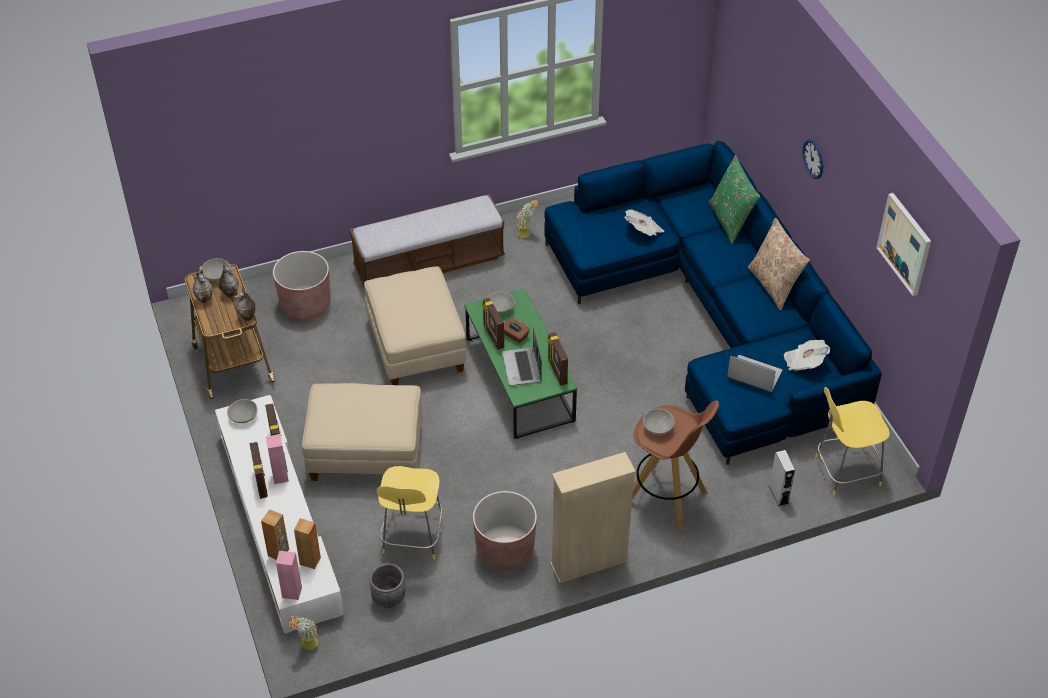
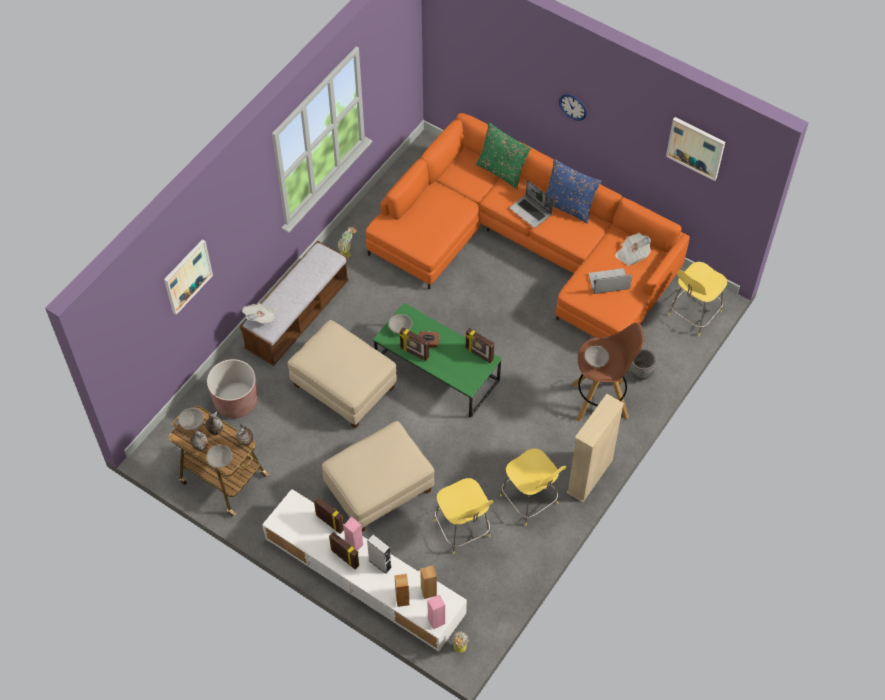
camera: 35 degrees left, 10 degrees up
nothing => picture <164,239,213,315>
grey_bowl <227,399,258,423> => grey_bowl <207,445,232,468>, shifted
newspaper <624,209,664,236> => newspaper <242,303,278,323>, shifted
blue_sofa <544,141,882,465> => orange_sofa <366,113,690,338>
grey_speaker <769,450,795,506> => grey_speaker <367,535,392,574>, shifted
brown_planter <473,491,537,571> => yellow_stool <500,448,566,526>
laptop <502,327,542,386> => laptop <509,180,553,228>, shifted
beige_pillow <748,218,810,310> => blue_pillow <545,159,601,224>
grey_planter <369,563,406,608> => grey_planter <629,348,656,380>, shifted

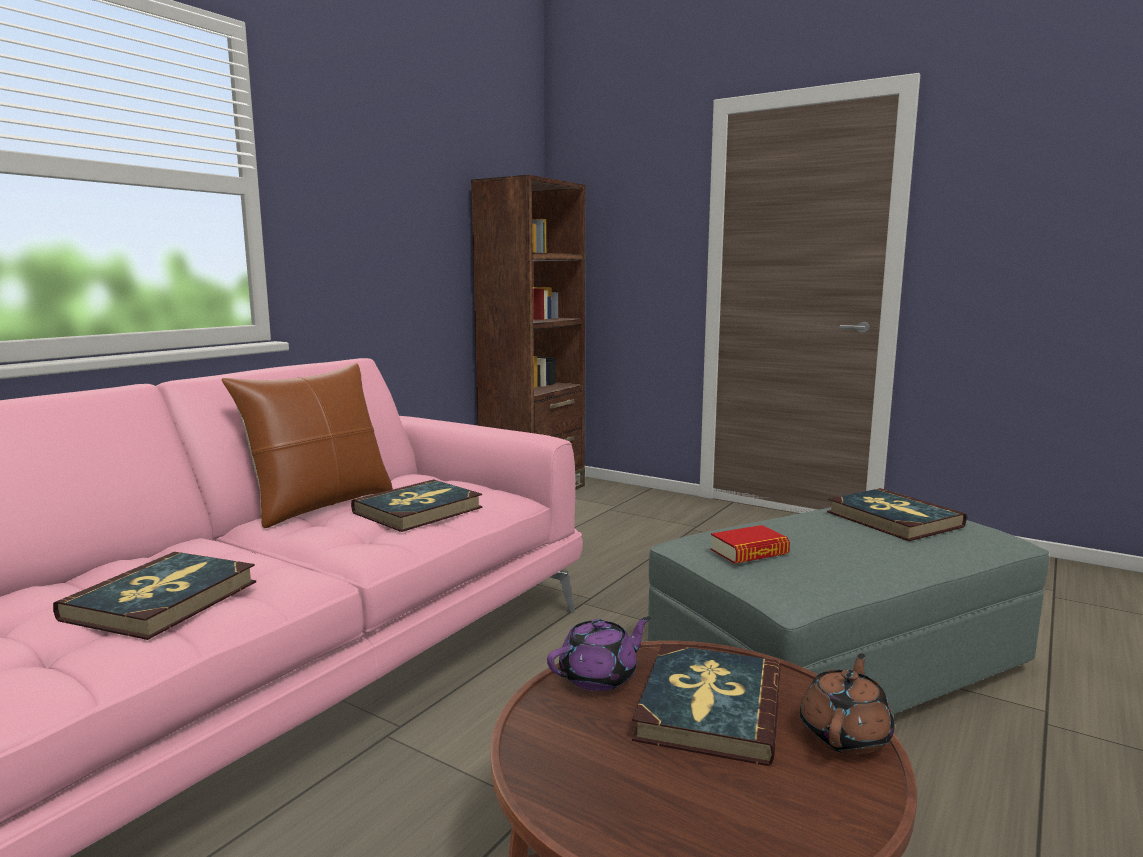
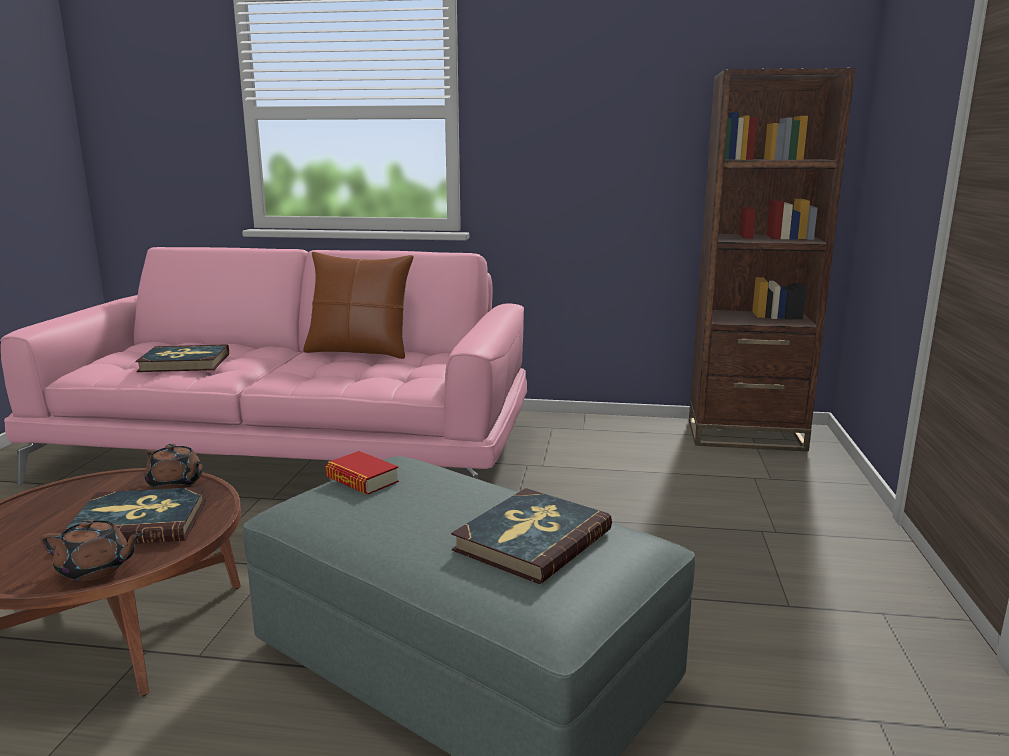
camera: 65 degrees right, 5 degrees up
purple_teapot <547,616,651,691> => brown_teapot <145,444,203,489>
book <351,479,483,532> => nothing

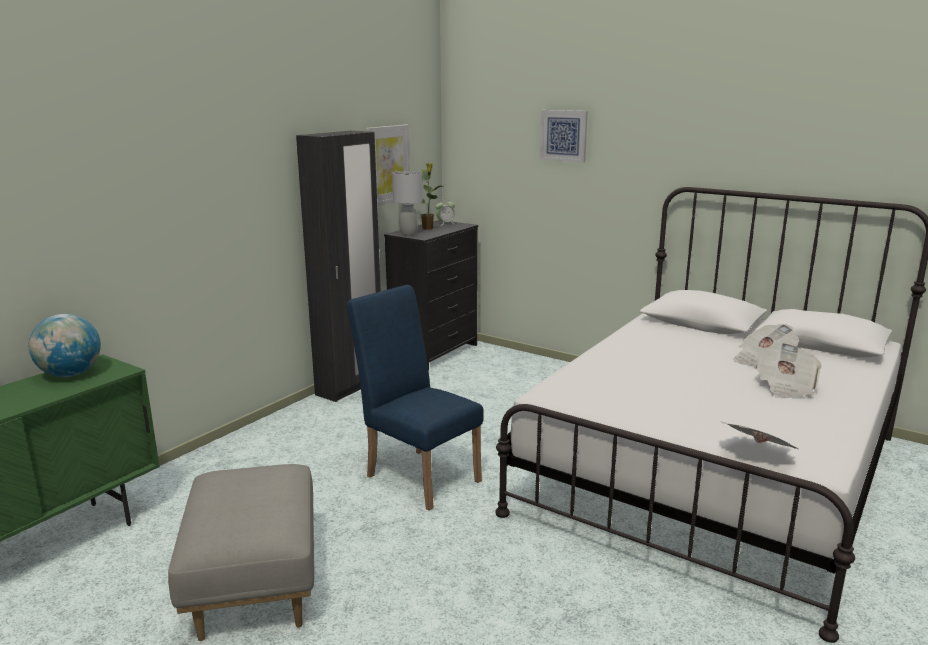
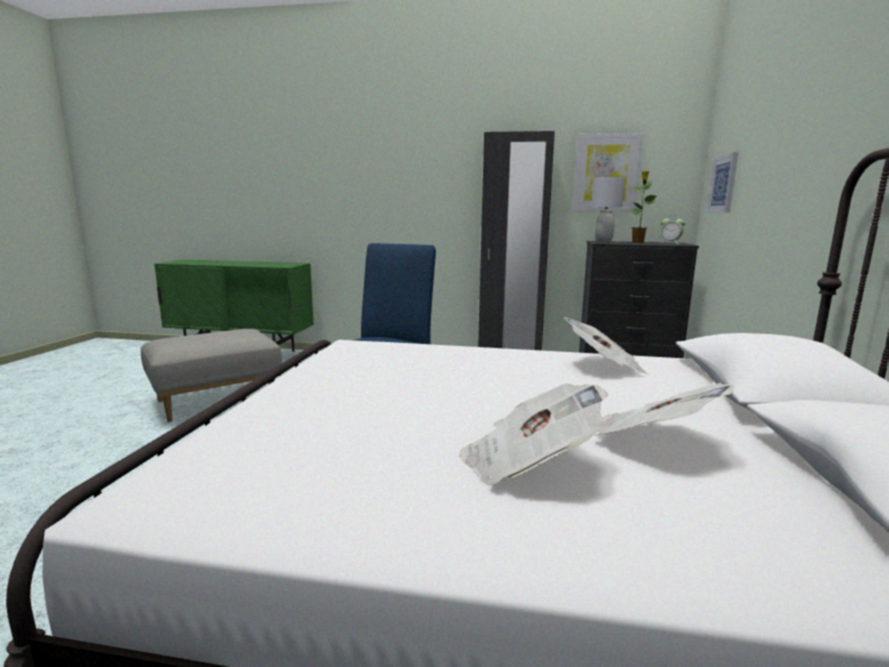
camera: 65 degrees right, 5 degrees down
newspaper <721,422,798,449> => newspaper <564,317,649,375>, shifted
picture <540,110,588,163> => picture <706,152,738,213>, shifted
globe <29,314,101,377> => nothing

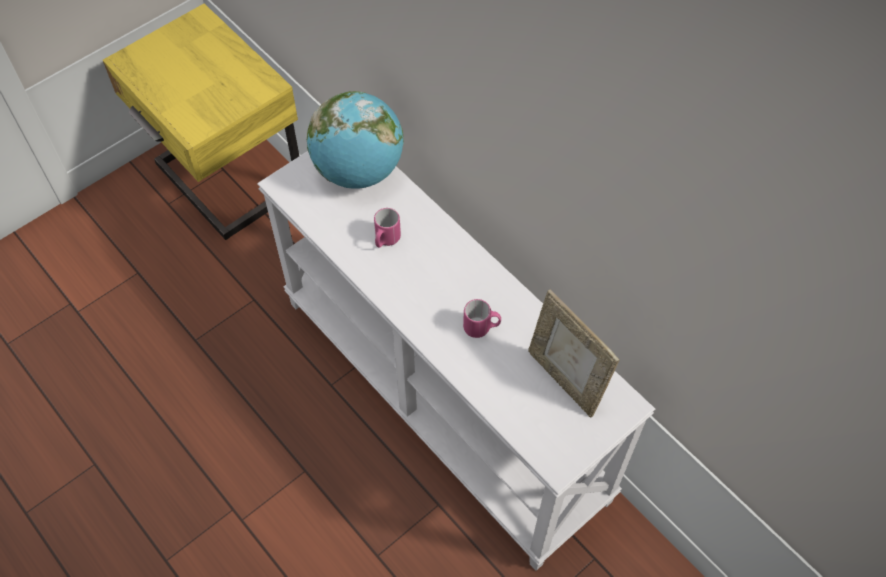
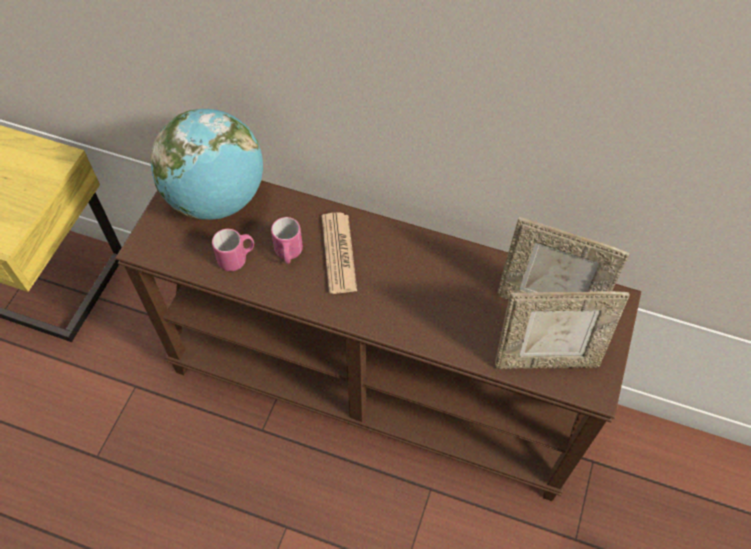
camera: 30 degrees left, 0 degrees up
white_console_table <257,151,655,571> => brown_console_table <115,180,641,501>
pink_mug <463,299,501,338> => pink_mug <212,229,254,271>, shifted
nothing => newspaper <322,213,357,294>
nothing => picture_frame <495,291,630,369>

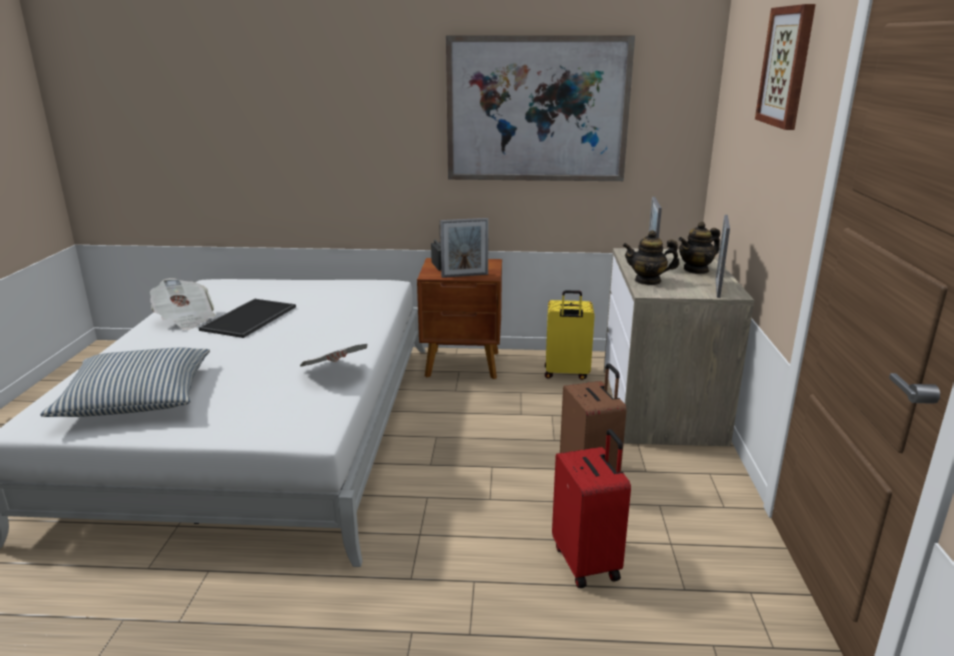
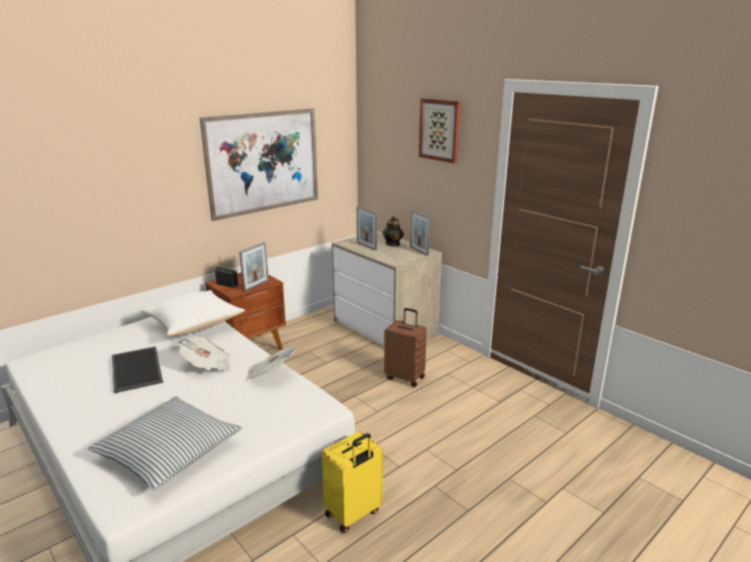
camera: 45 degrees left, 0 degrees up
nothing => white_pillow <141,290,245,336>
newspaper <150,278,216,330> => newspaper <177,336,230,372>, shifted
yellow_suitcase <545,290,595,380> => yellow_suitcase <322,431,383,533>, shifted
red_suitcase <552,429,631,588> => nothing
teapot <623,230,679,285> => nothing

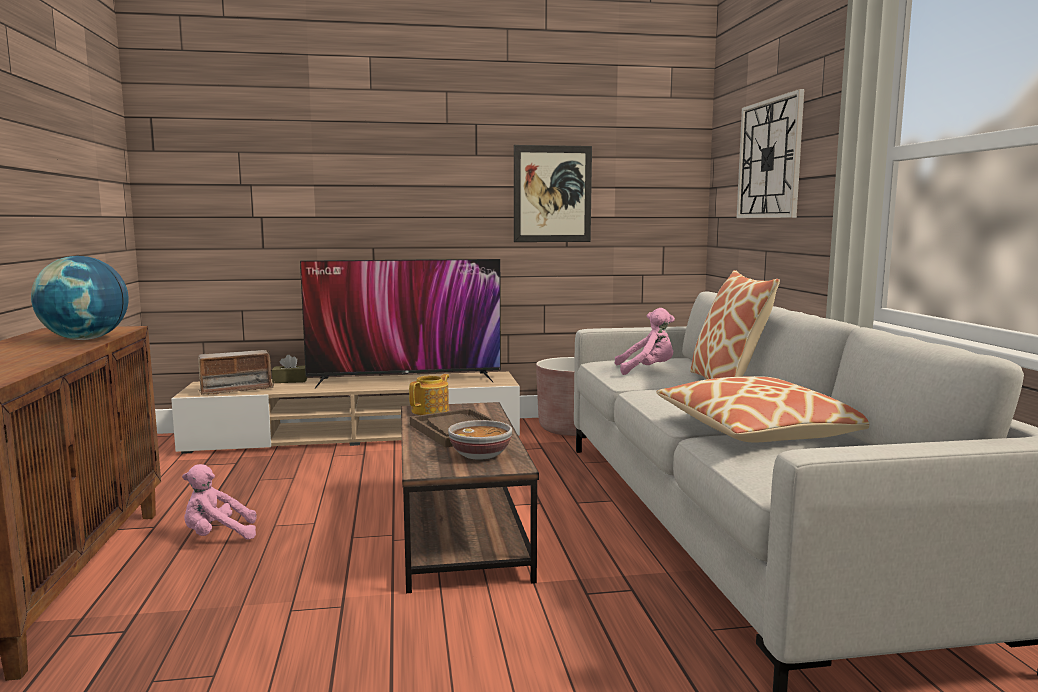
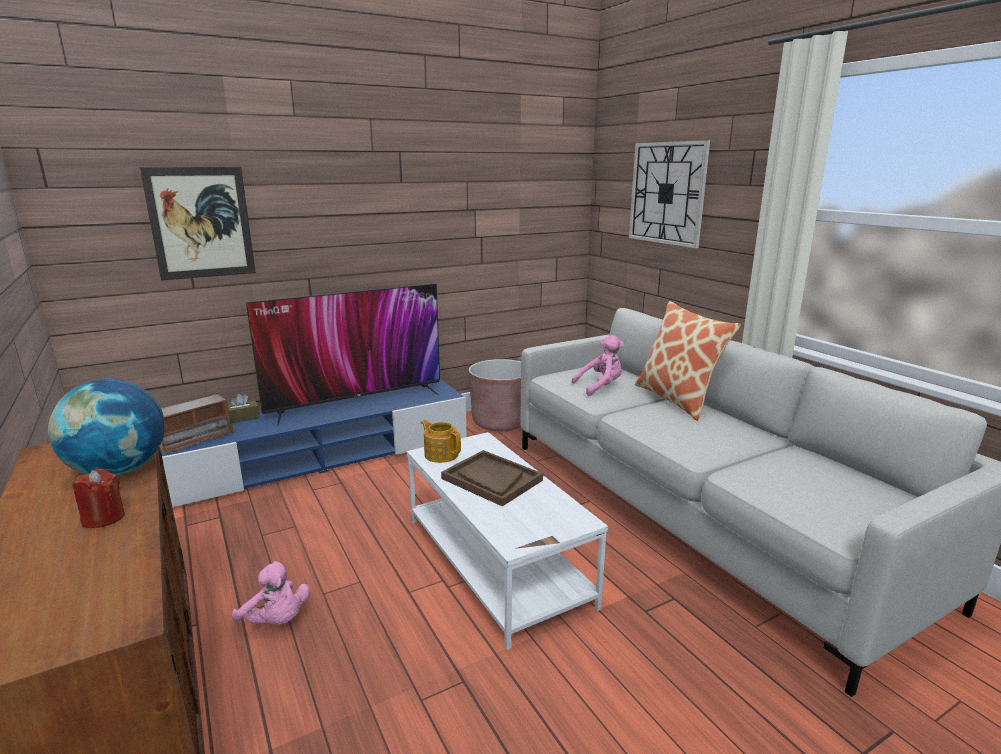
camera: 20 degrees left, 10 degrees up
nothing => red_candle <73,469,125,528>
picture <514,145,592,242> => picture <140,167,256,280>, shifted
beige_tv_stand <171,372,520,454> => blue_tv_stand <161,379,467,507>
pink_plush_toy <182,464,256,540> => pink_plush_toy <232,561,310,625>, 105 degrees counterclockwise
brown_coffee_table <401,402,539,593> => white_coffee_table <407,432,609,650>
teapot <409,374,449,415> => teapot <421,420,461,463>, 60 degrees counterclockwise
bowl <448,420,512,460> => nothing
pillow <656,376,869,442> => nothing

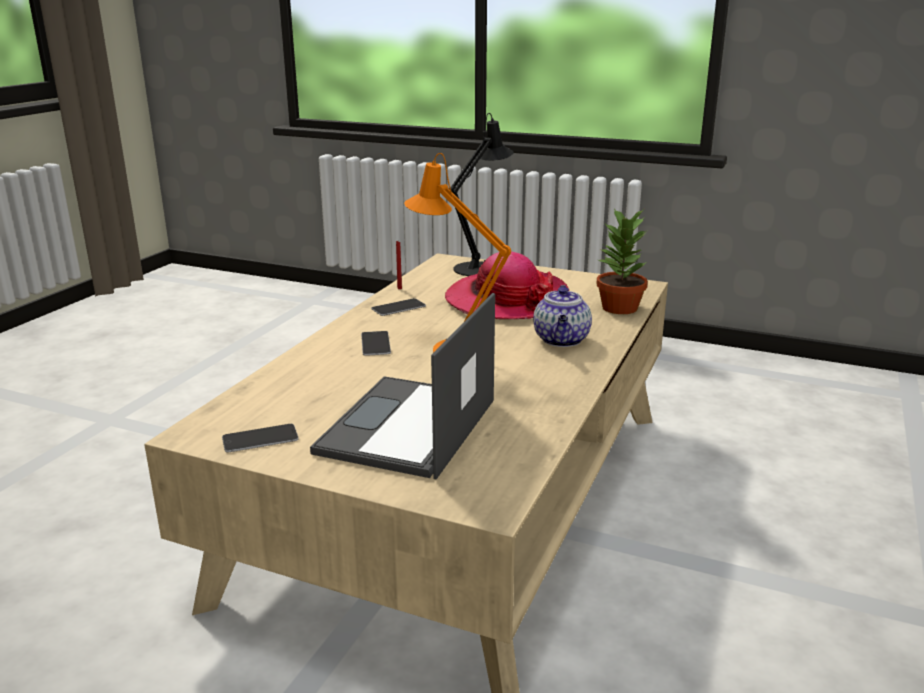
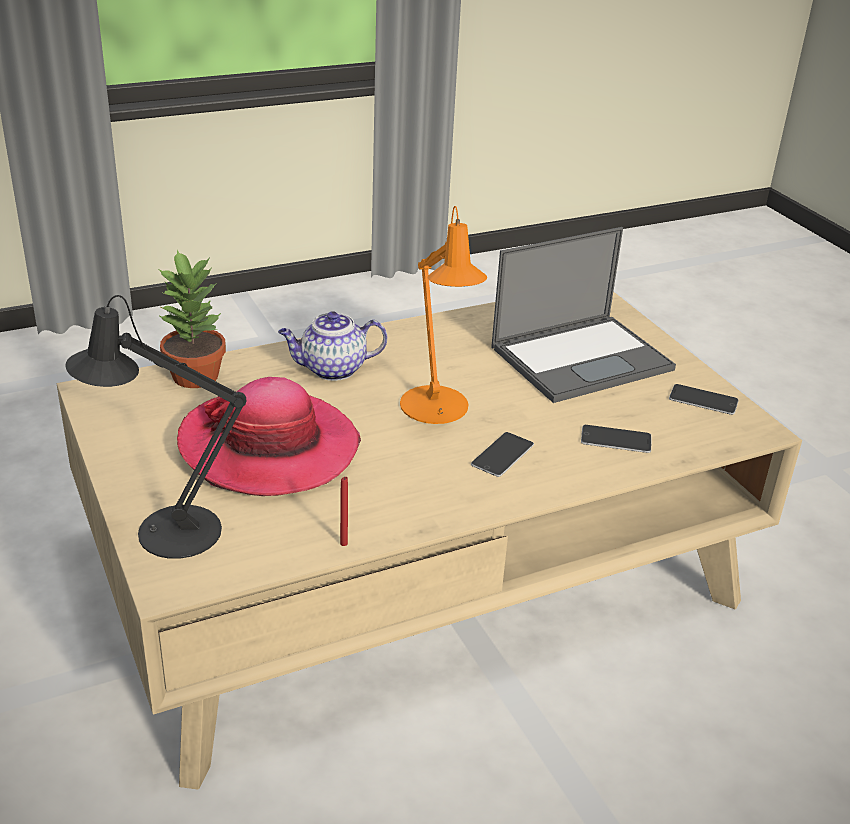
camera: 140 degrees left, 10 degrees up
teapot <533,285,592,347> => teapot <278,311,387,381>, 150 degrees counterclockwise
phone <371,298,426,316> => phone <581,425,651,453>, shifted

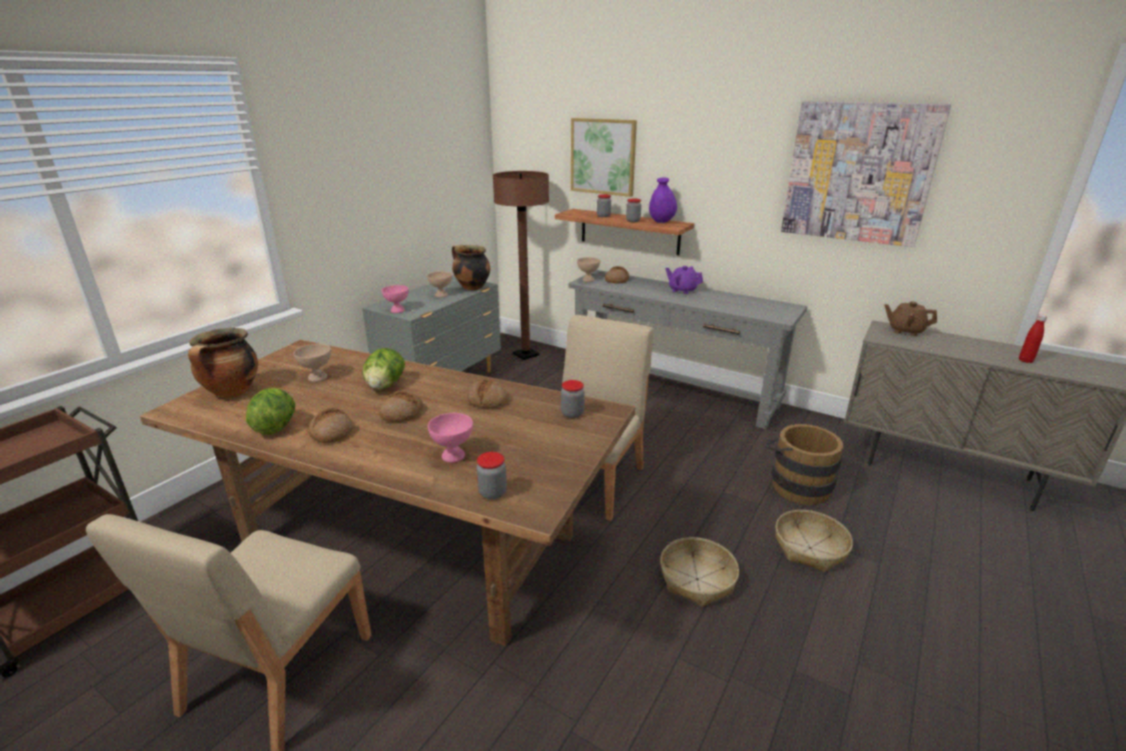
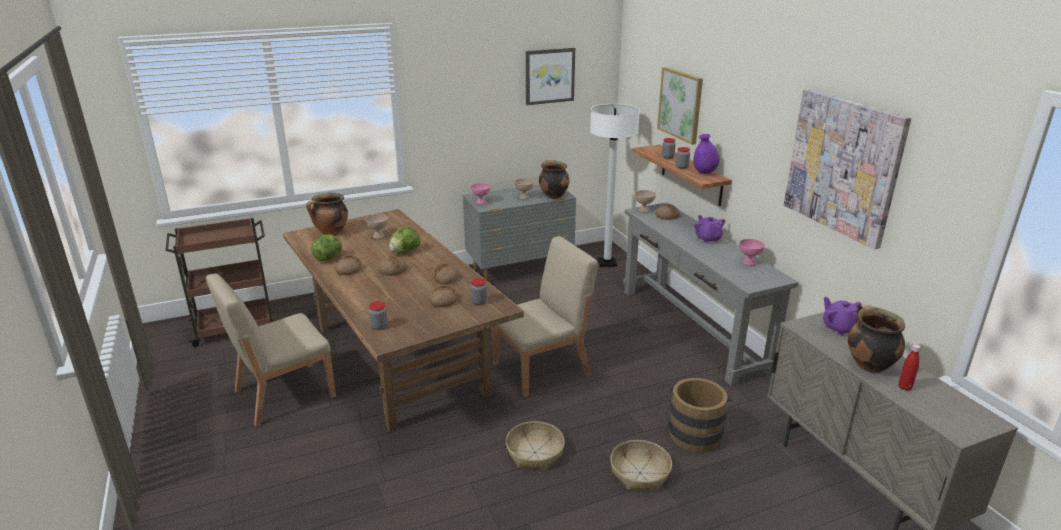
camera: 35 degrees right, 0 degrees up
nothing => bread <429,285,457,307>
nothing => picture <526,48,575,105>
brown_floor_lamp <493,171,549,360> => white_floor_lamp <590,104,640,267>
pink_bowl <428,413,473,463> => pink_bowl <739,239,765,266>, shifted
brown_teapot <884,301,937,336> => purple_teapot <823,297,861,336>
nothing => cooking_pot <847,305,905,373>

